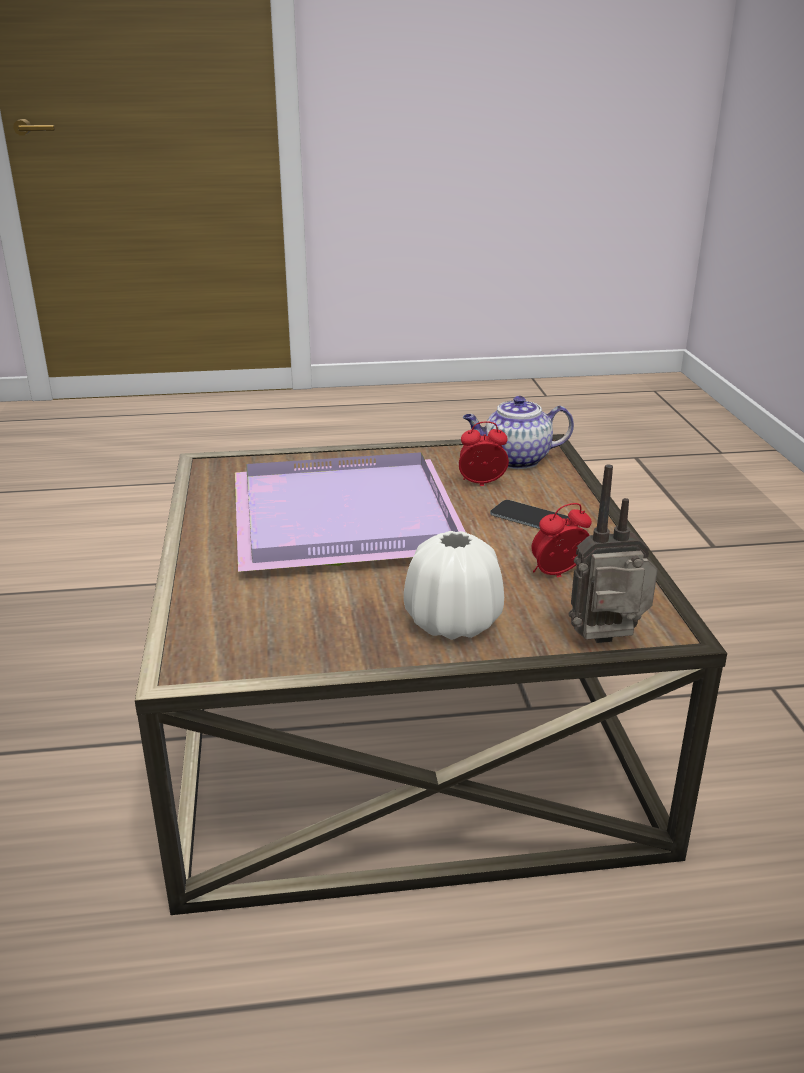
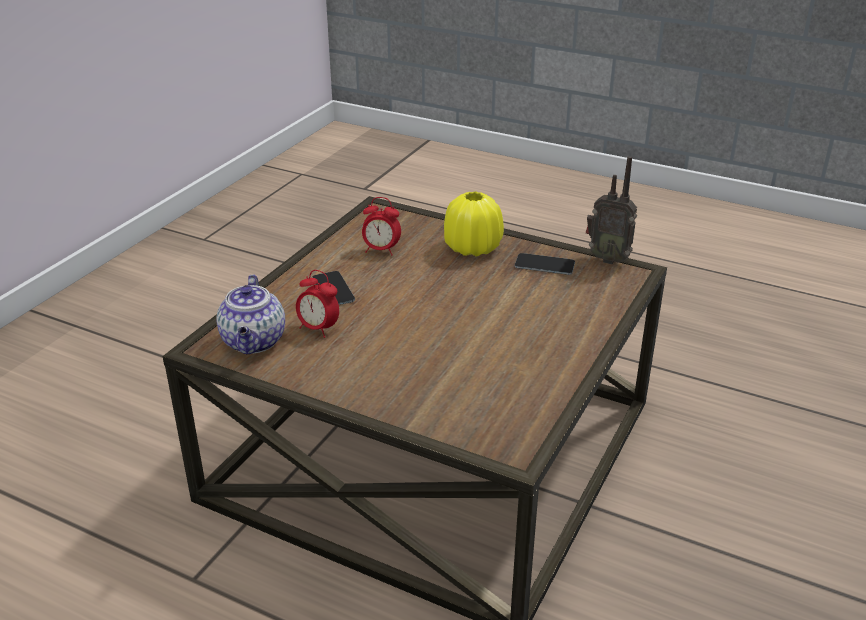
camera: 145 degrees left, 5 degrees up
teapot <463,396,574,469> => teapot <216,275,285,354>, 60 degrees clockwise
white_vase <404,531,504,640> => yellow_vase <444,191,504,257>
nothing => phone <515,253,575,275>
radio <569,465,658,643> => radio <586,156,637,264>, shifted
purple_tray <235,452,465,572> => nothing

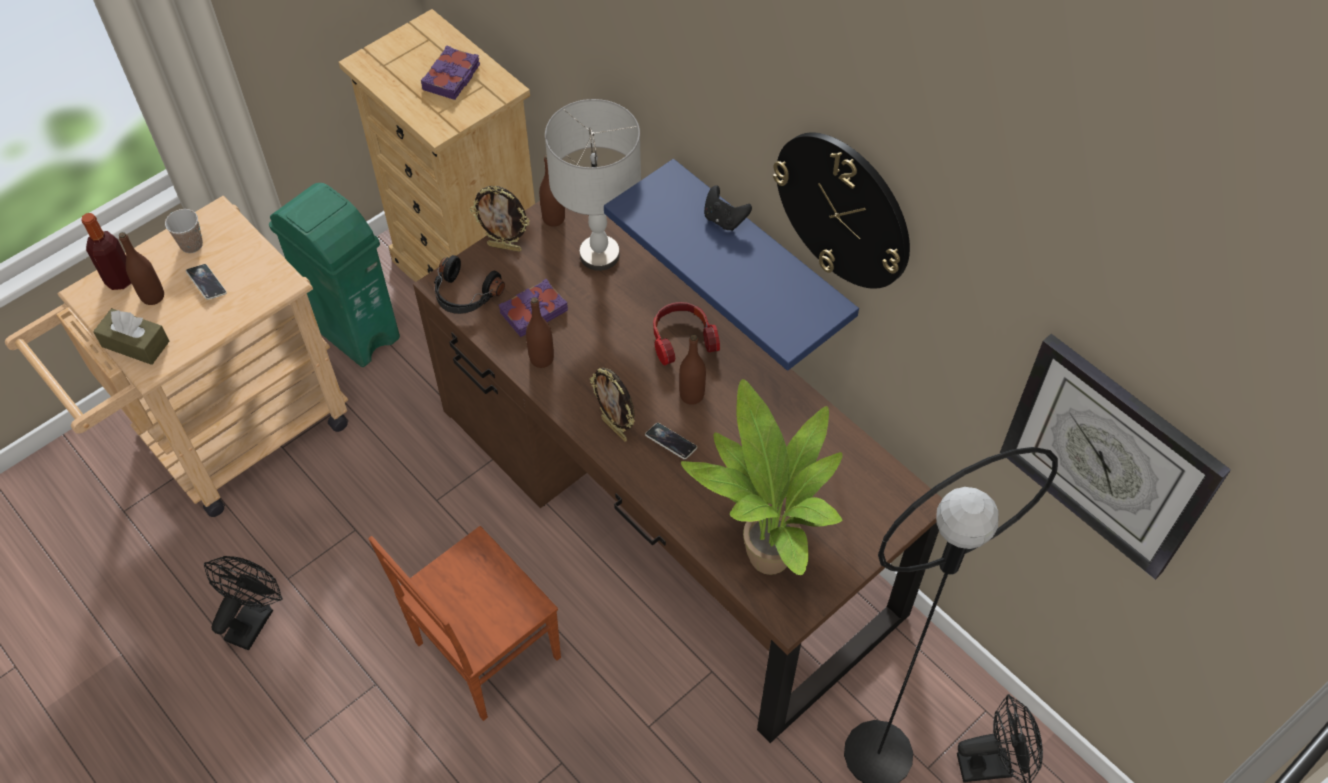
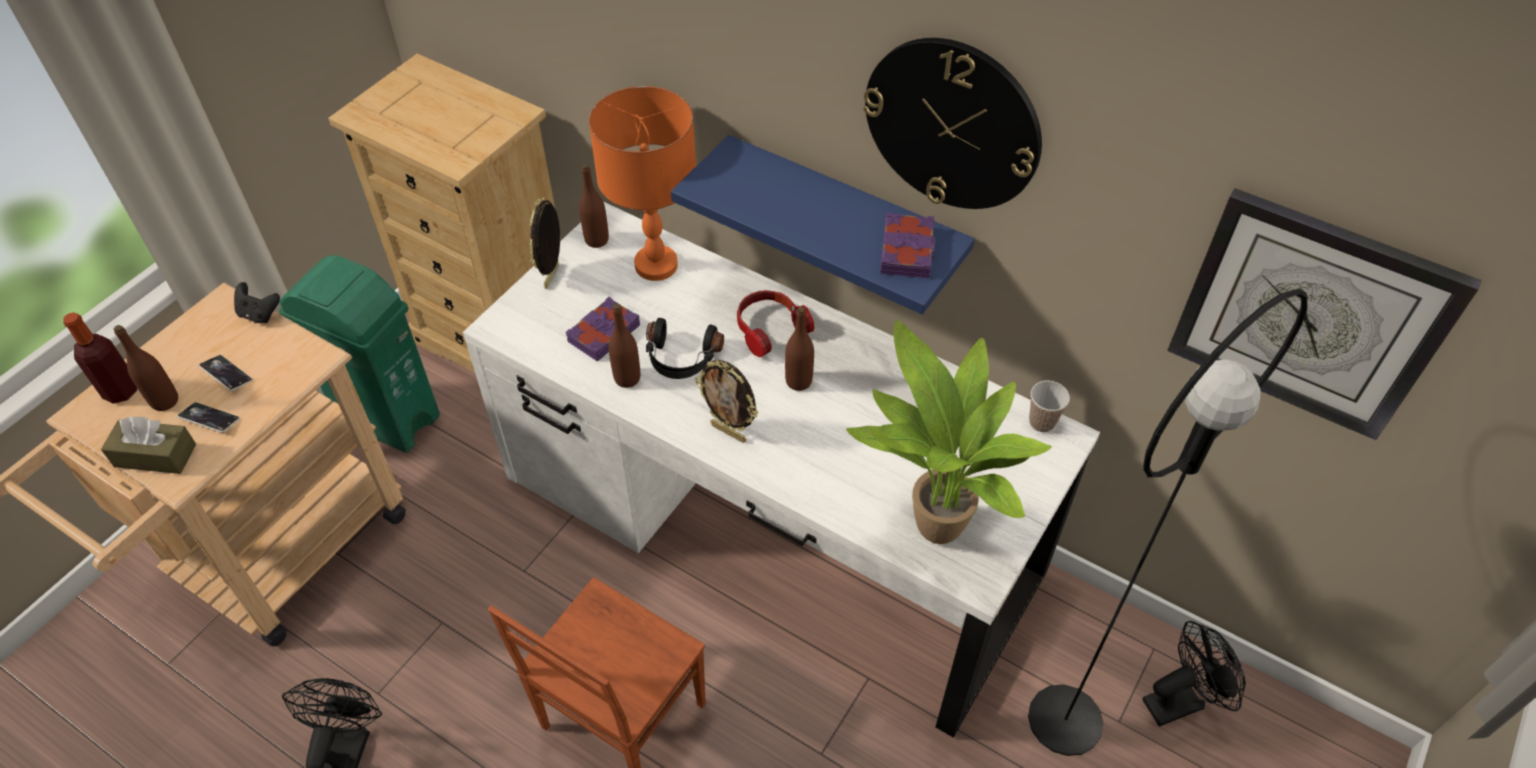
camera: 15 degrees left, 5 degrees down
phone <645,423,697,459> => phone <177,402,240,433>, shifted
black_game_controller <704,186,752,231> => black_game_controller <234,282,280,323>, shifted
brown_desk <413,201,943,743> => white_desk <463,202,1100,738>
picture_frame <470,186,530,252> => picture_frame <530,197,560,289>, 105 degrees clockwise
grey_table_lamp <545,99,641,271> => orange_table_lamp <589,86,696,281>
black_headphones <434,255,505,314> => black_headphones <646,318,724,379>, shifted
purple_book <421,45,480,100> => purple_book <880,212,935,278>, shifted
cup <165,209,203,253> => cup <1029,381,1070,432>, shifted

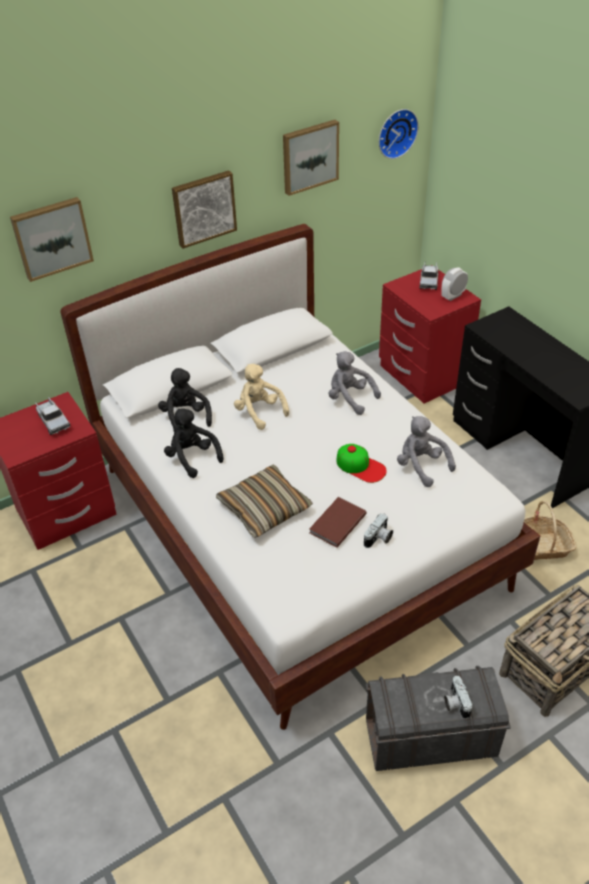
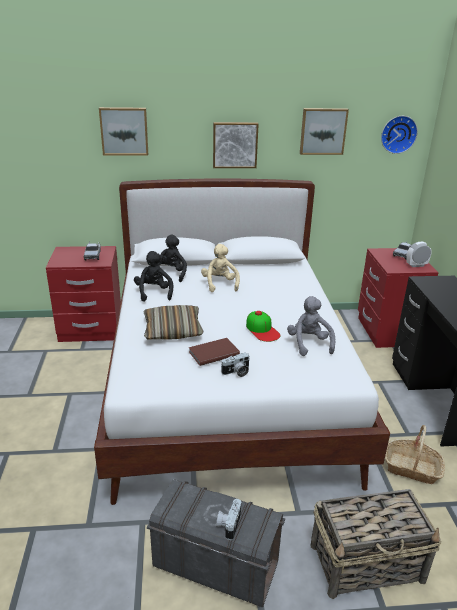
camera: 25 degrees right, 15 degrees down
grey_plush_toy <328,351,381,415> => nothing

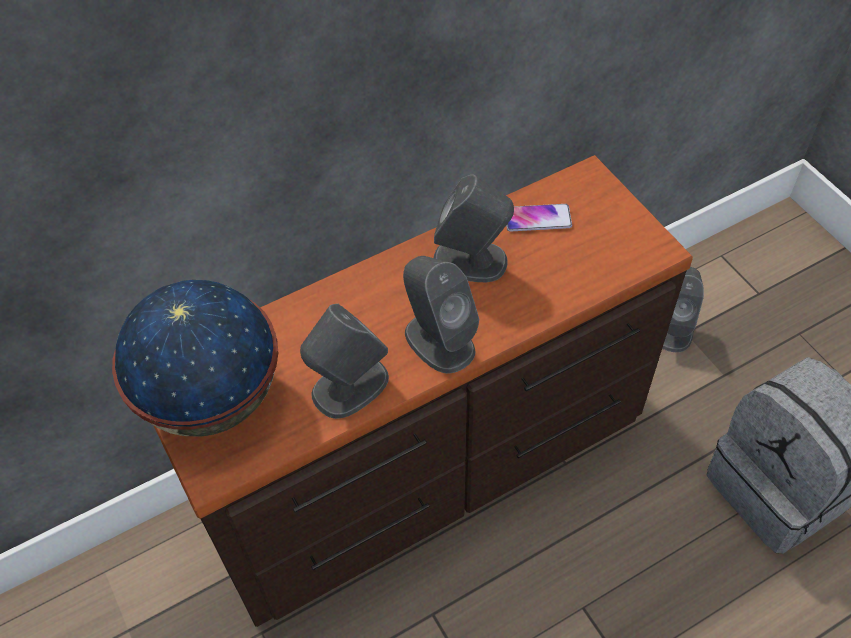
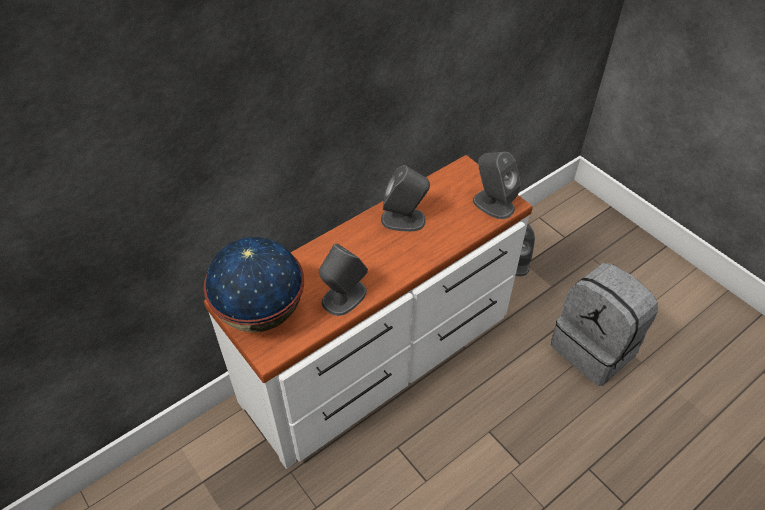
camera: 10 degrees left, 5 degrees down
brown_dresser <154,155,693,627> => white_dresser <204,155,533,469>
grey_speaker <403,256,479,374> => grey_speaker <473,152,521,219>, shifted
phone <506,204,572,231> => nothing

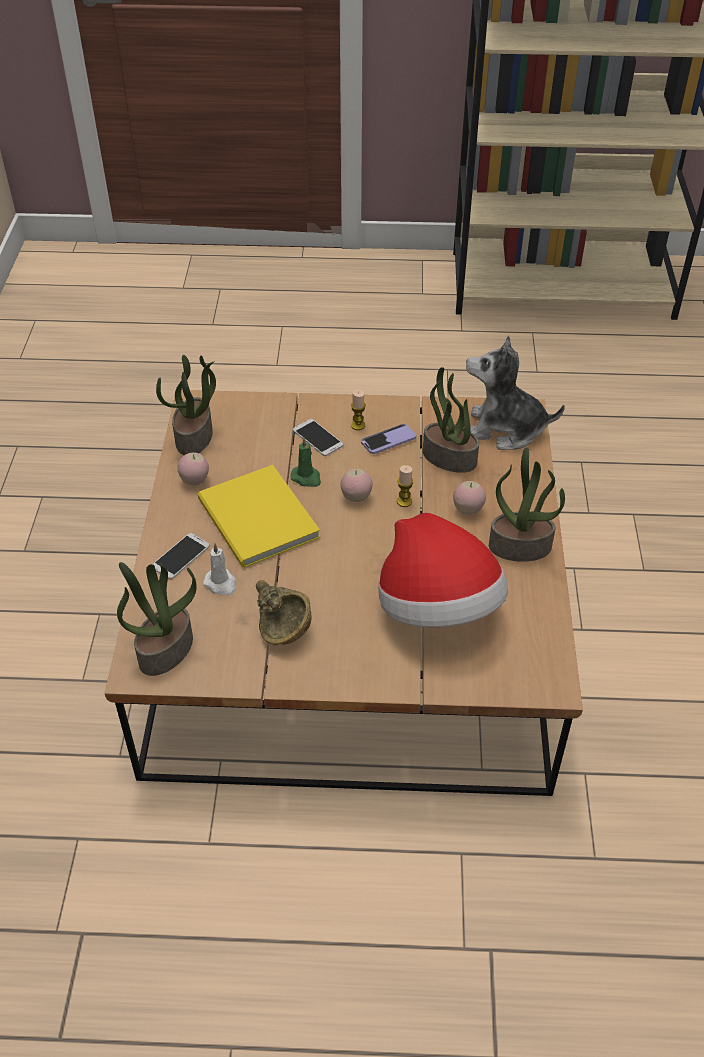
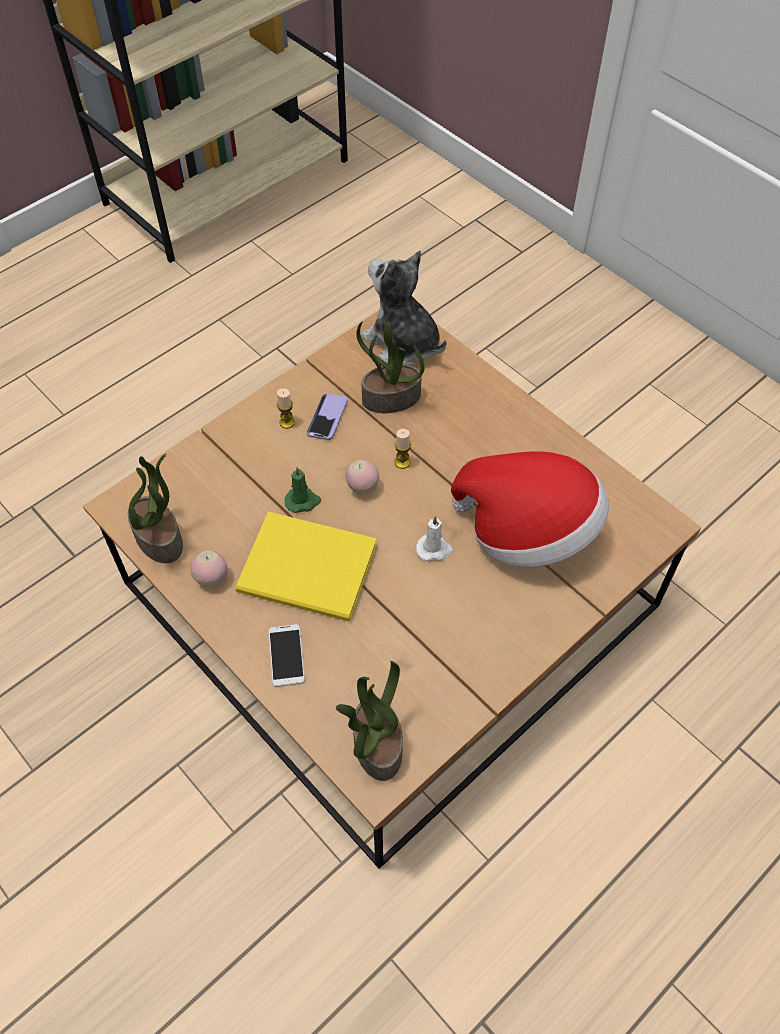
camera: 45 degrees left, 10 degrees up
plush_toy <466,335,565,450> => plush_toy <361,251,447,366>, 75 degrees clockwise
white_candle <203,543,236,595> => white_candle <416,516,454,561>, shifted
brown_bowl <256,580,312,645> => nothing
phone <293,419,343,456> => nothing
apple <453,481,486,515> => nothing
potted_plant <489,447,565,562> => nothing

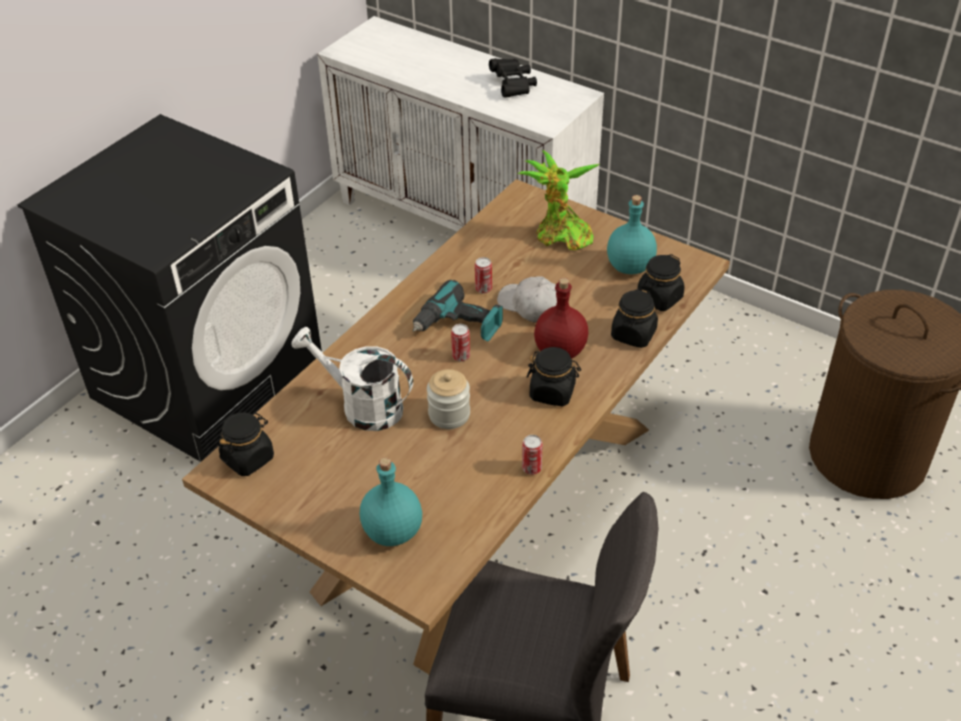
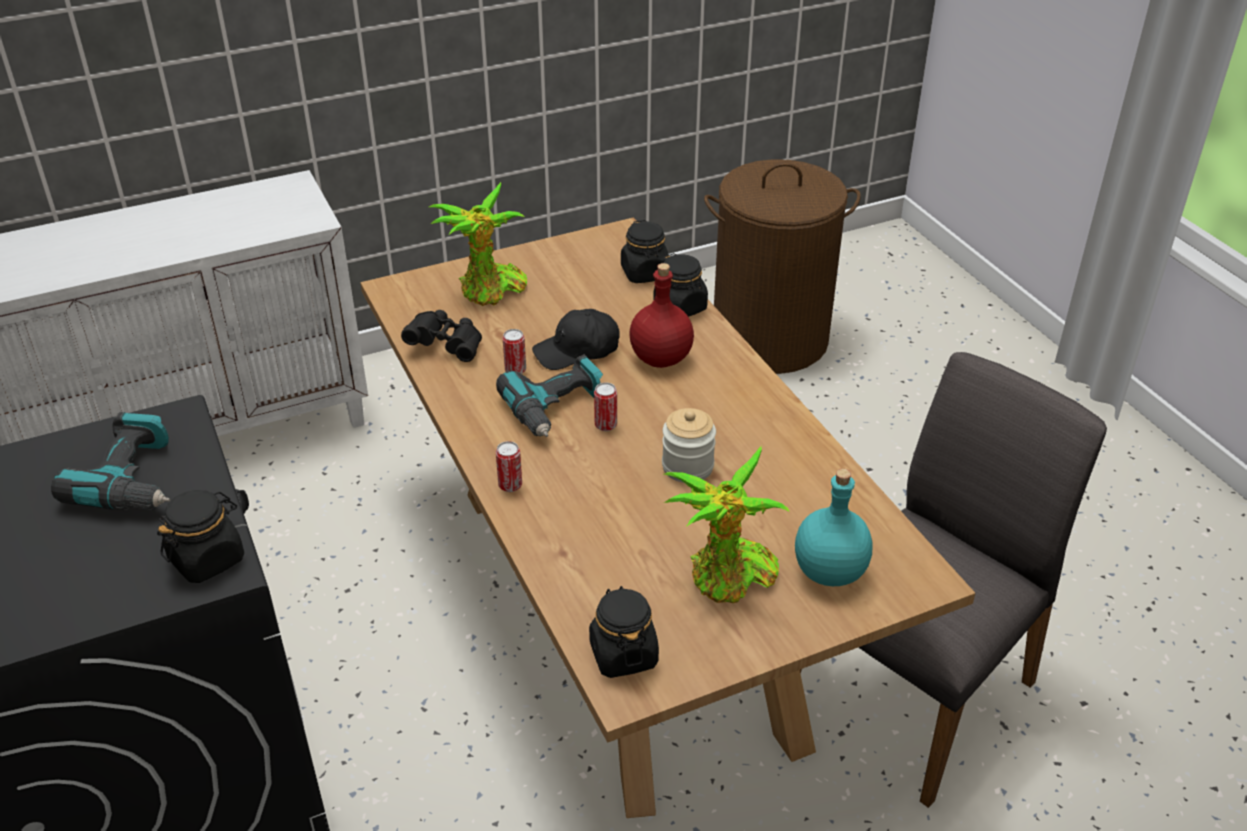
camera: 60 degrees left, 5 degrees down
nothing => power_drill <51,412,170,510>
black_jar <527,347,581,406> => black_jar <157,490,244,583>, shifted
black_binoculars <489,58,537,97> => black_binoculars <401,310,482,362>, shifted
can <522,435,543,475> => can <496,441,522,492>, shifted
white_cap <497,277,557,323> => black_cap <532,309,620,370>
nothing => potted_plant <664,446,790,603>
white_watering_can <291,327,413,431> => nothing
turquoise_bottle <607,195,657,274> => nothing

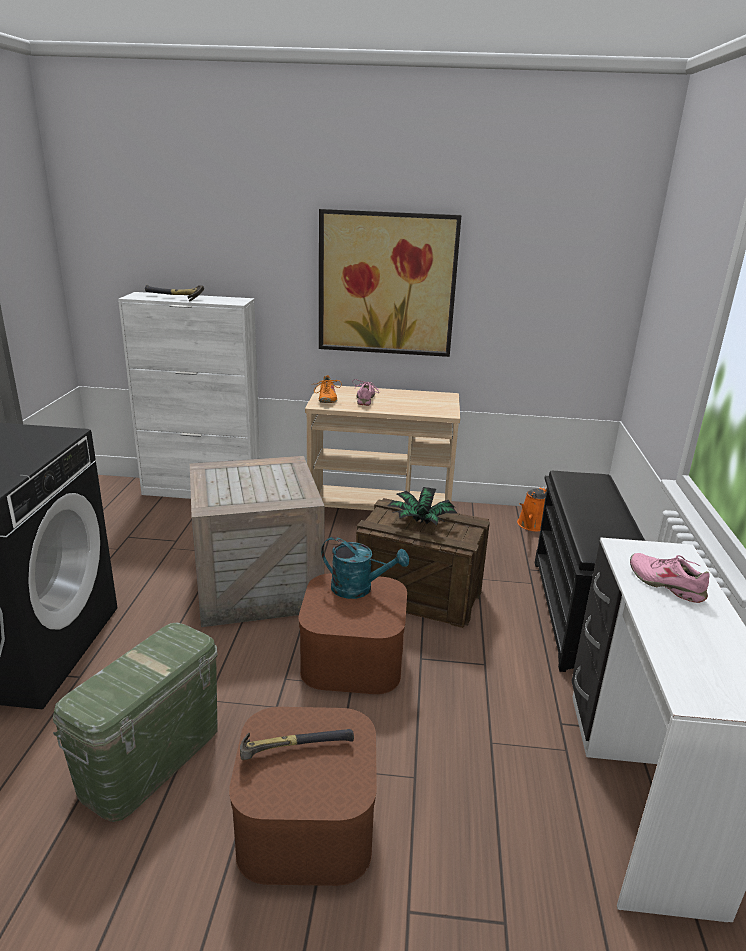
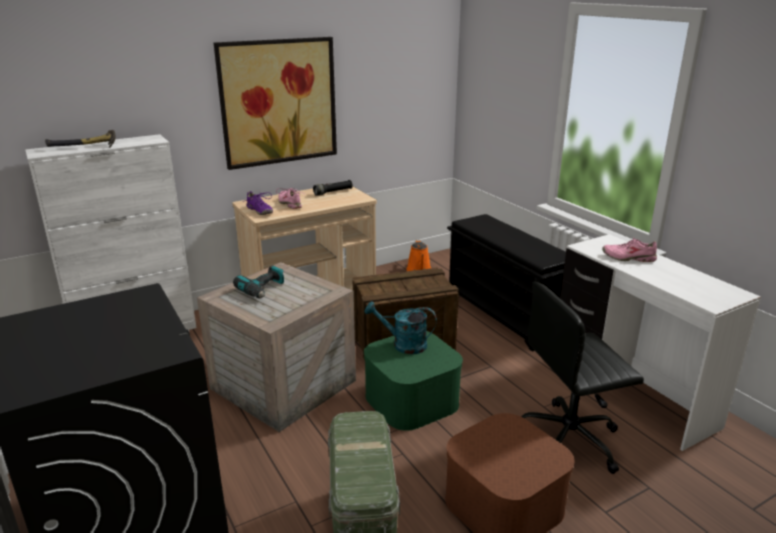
camera: 35 degrees left, 0 degrees up
nothing => power_drill <233,265,284,298>
orange_shoe <314,375,342,403> => purple_shoe <243,191,273,215>
nothing => black_flashlight <313,180,353,196>
brown_storage_box <299,573,407,694> => green_storage_box <364,331,463,431>
turquoise_watering_can <321,537,409,599> => turquoise_watering_can <365,301,437,354>, 150 degrees counterclockwise
nothing => black_office_chair <521,281,644,474>
hammer <240,729,354,760> => nothing
potted_plant <388,487,458,525> => nothing

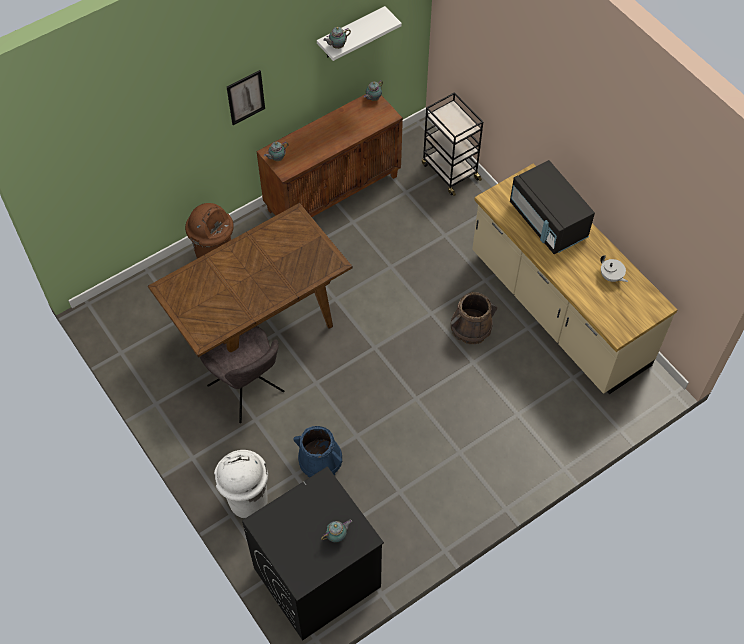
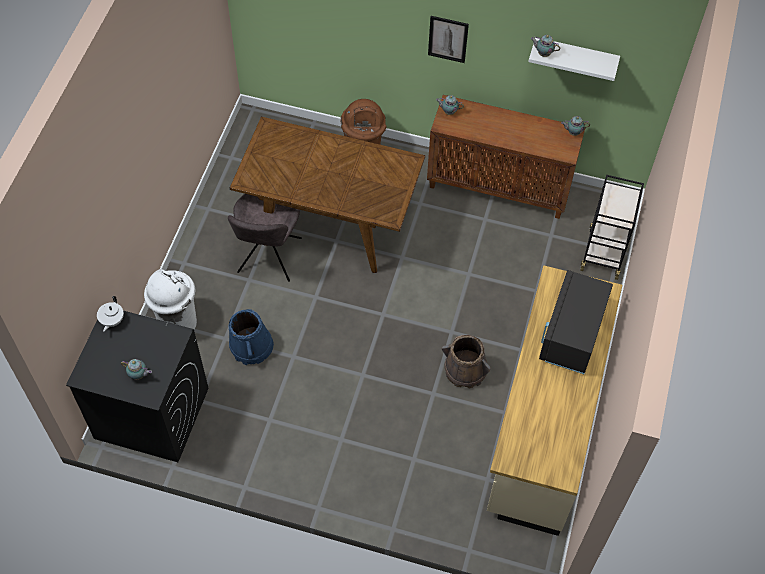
camera: 50 degrees right, 0 degrees up
white_teapot <600,255,628,282> => white_teapot <97,296,124,332>, shifted

